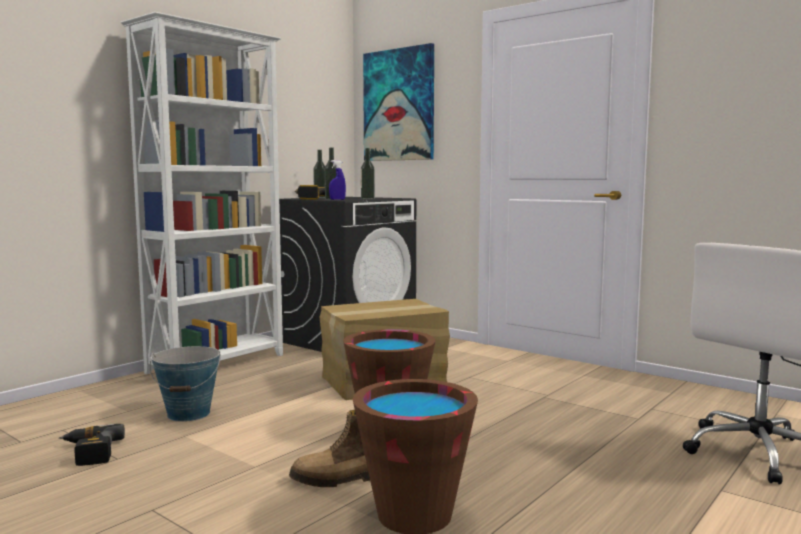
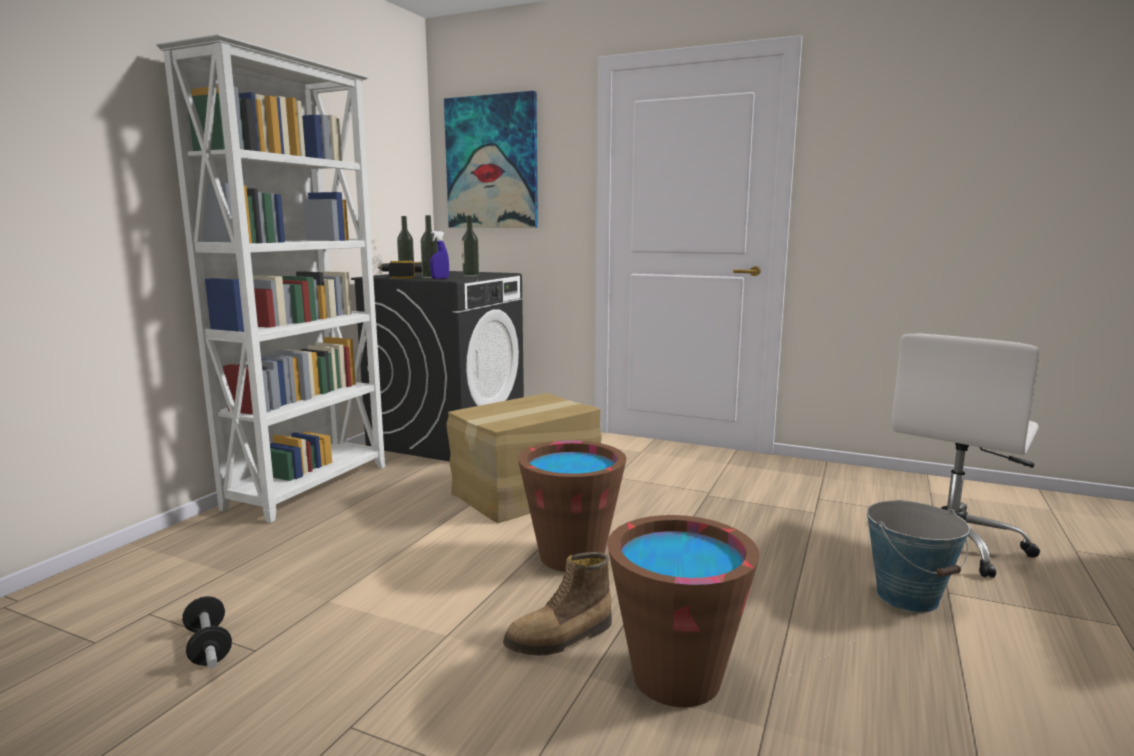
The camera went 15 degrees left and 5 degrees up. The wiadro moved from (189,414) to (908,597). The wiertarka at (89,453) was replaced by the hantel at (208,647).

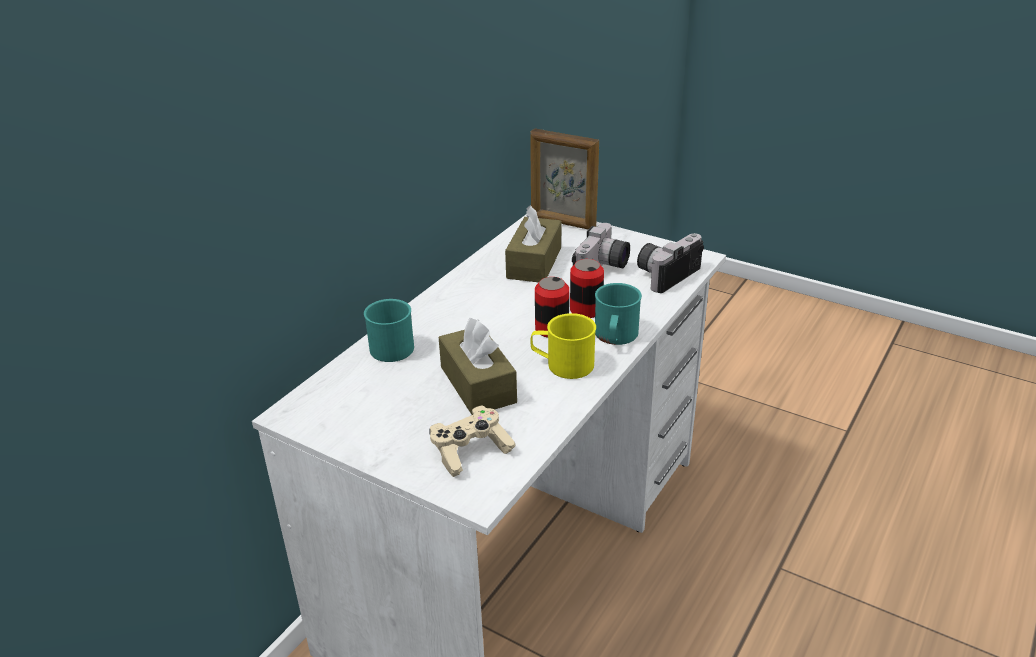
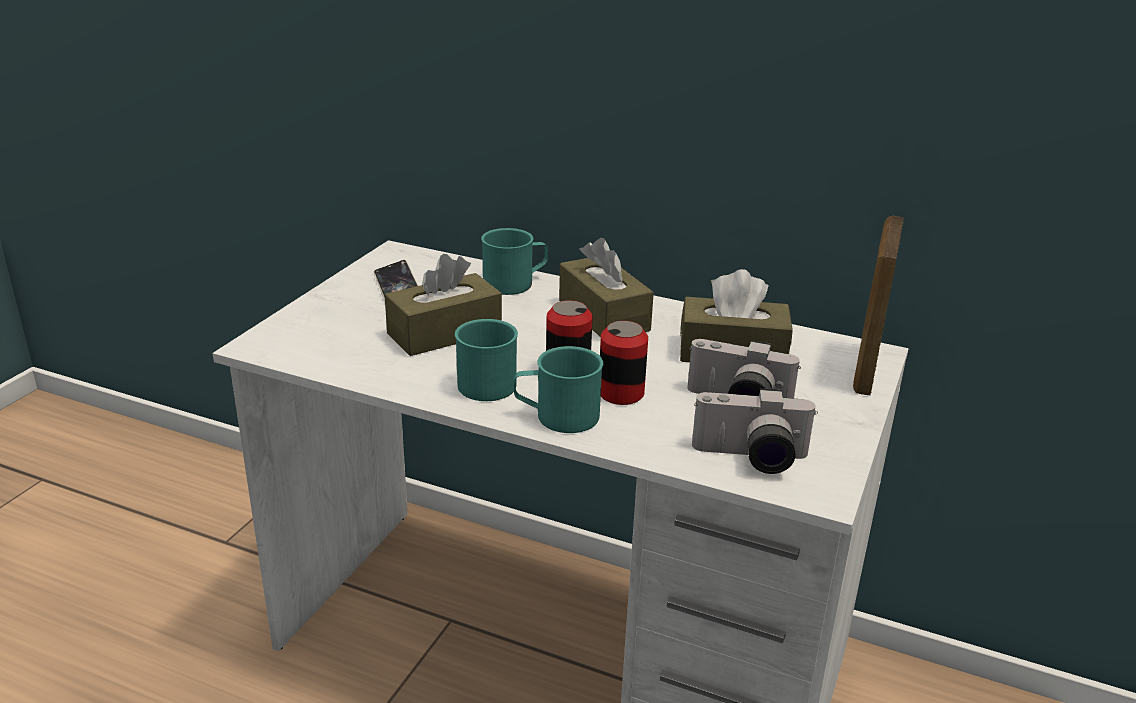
The camera went 80 degrees right and 5 degrees down. The aparat fotograficzny at (666,274) turned 150 degrees clockwise. The kubek/żółty at (562,364) became the kubek/turkusowy at (488,381). The pad do gier/beżowy at (470,451) disappeared. The pudełko chusteczek/brązowy at (603,315) appeared. The telefon at (396,286) appeared.

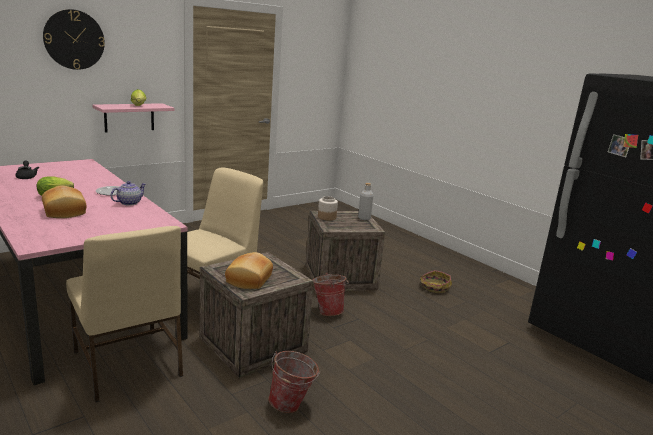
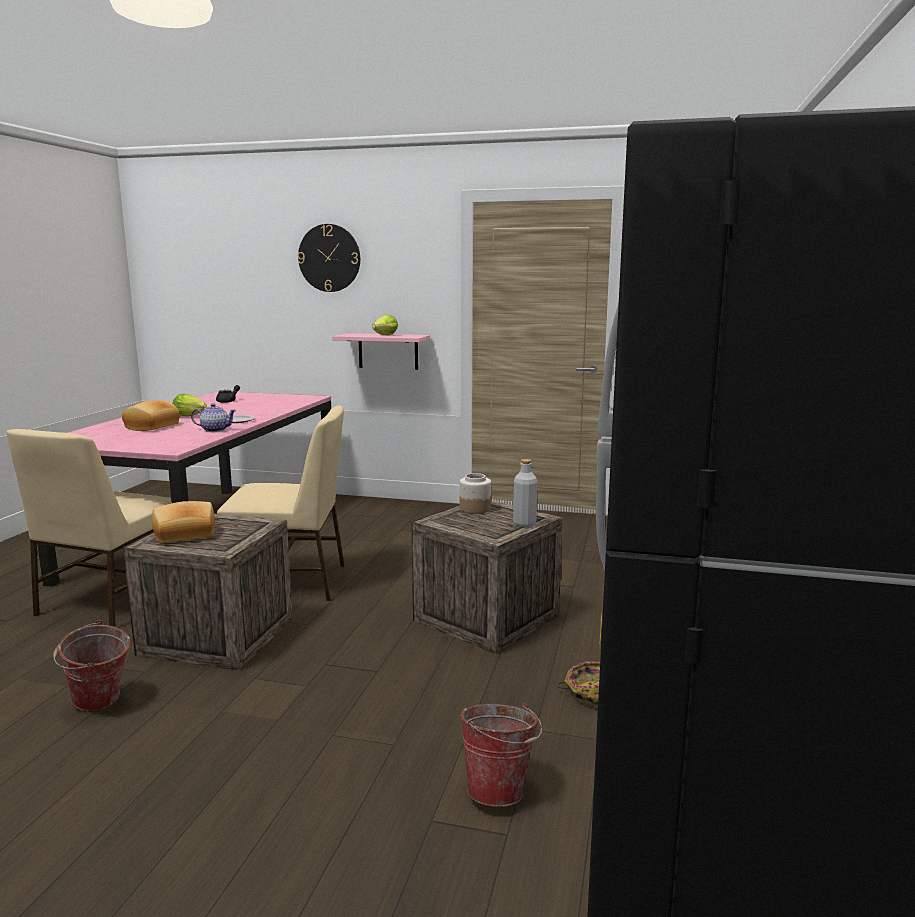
The camera went 55 degrees right and 5 degrees down. The wiadro moved from (328,311) to (499,790).

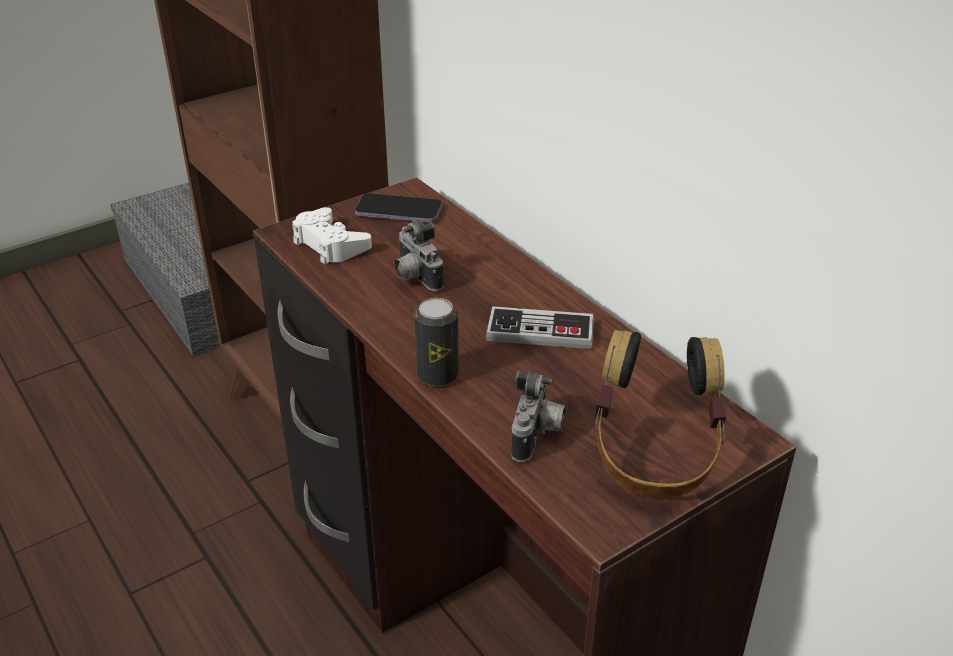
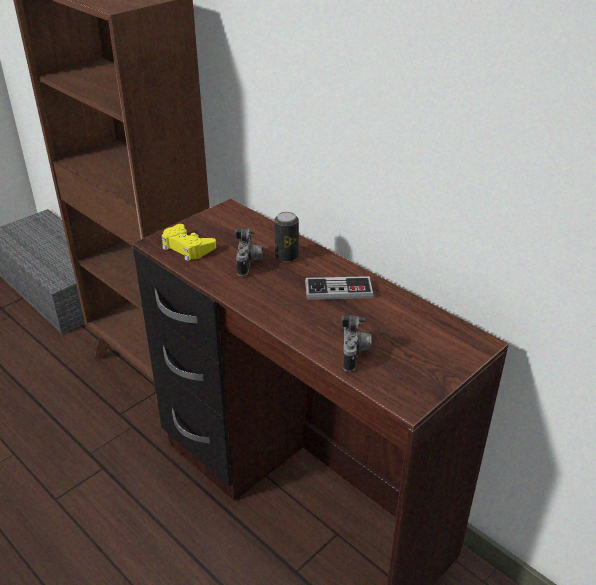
The camera went 10 degrees left and 0 degrees up. The telefon at (399,211) disappeared. The pad do gier/biały at (330,244) became the pad do gier/żółty at (187,247). The aparat fotograficzny at (415,277) turned 135 degrees counterclockwise. The puszka moved from (438,375) to (286,256). The słuchawki at (653,456) disappeared.

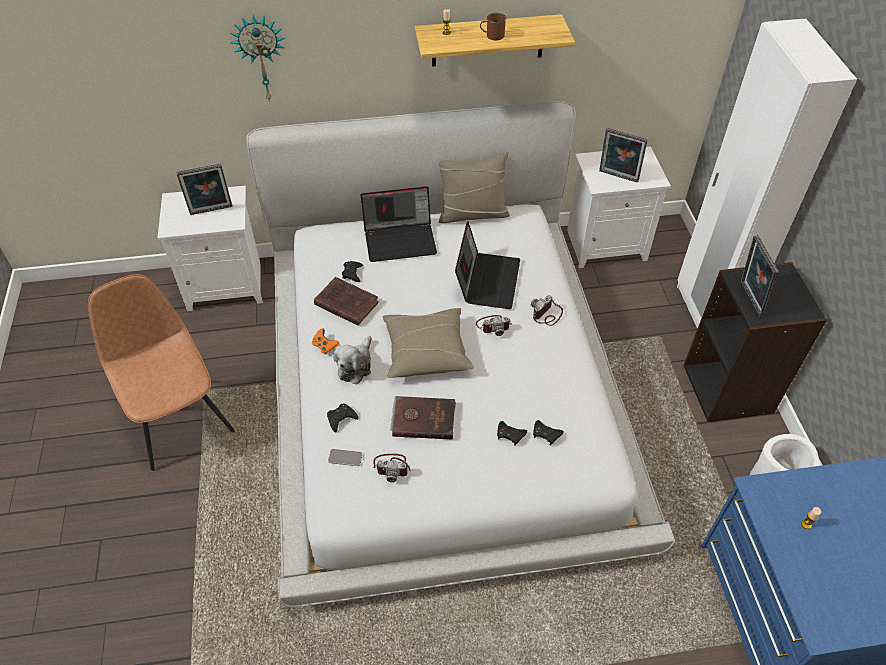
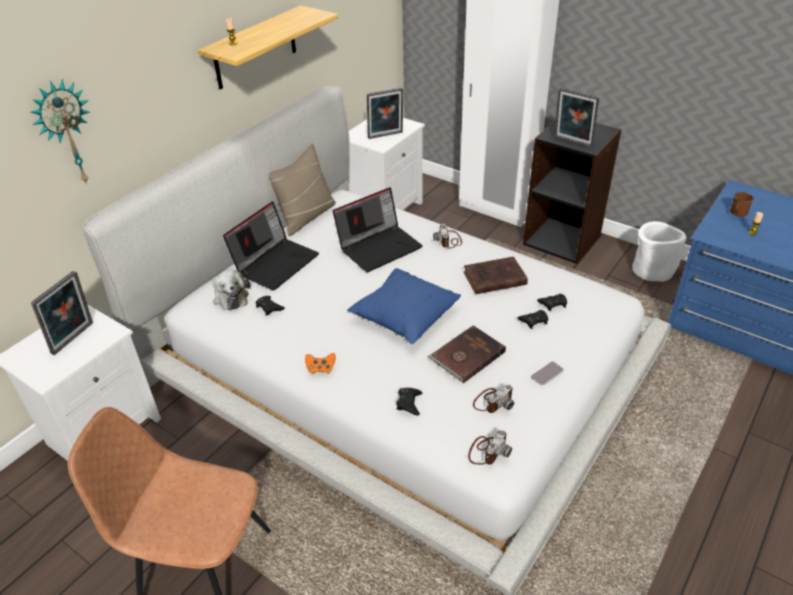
The camera went 45 degrees left and 10 degrees down. The kubek/brązowy moved from (492,36) to (737,213). The laptop at (487,280) turned 90 degrees clockwise. The książka/brązowy moved from (345,303) to (493,279). The poduszka/beżowy at (426,351) became the poduszka/niebieski at (404,315). The aparat fotograficzny moved from (493,325) to (487,451). The pluszak moved from (355,365) to (230,296). The telefon moved from (345,458) to (547,374).

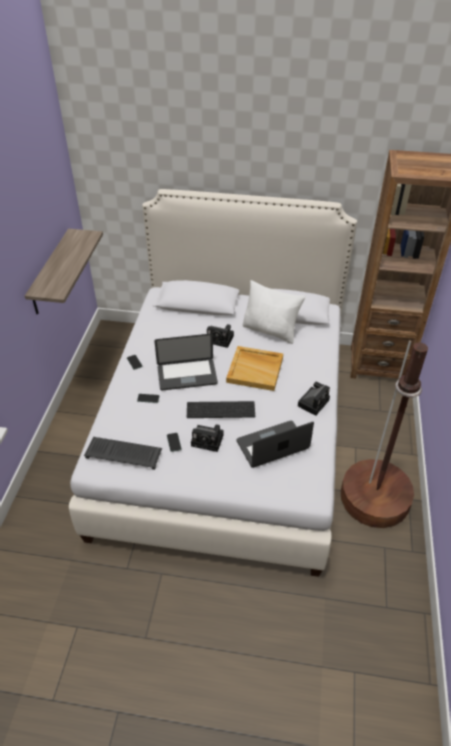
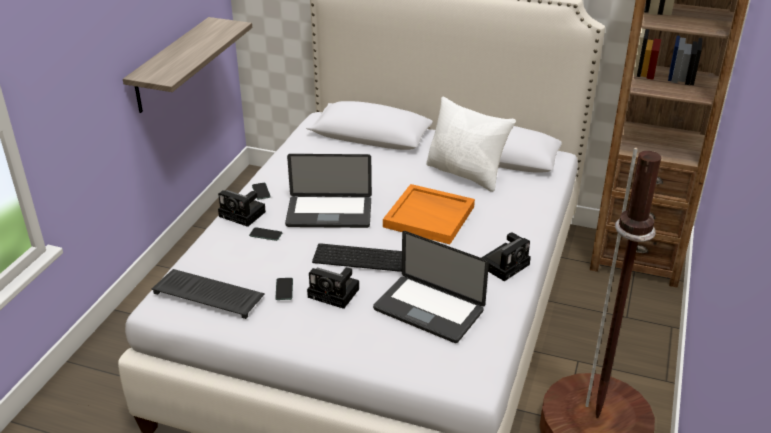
The camera went 10 degrees right and 10 degrees down. The aparat fotograficzny moved from (221,339) to (244,214). The taca/beżowy at (255,370) became the taca/pomarańczowy at (430,216). The laptop at (272,445) turned 135 degrees counterclockwise.

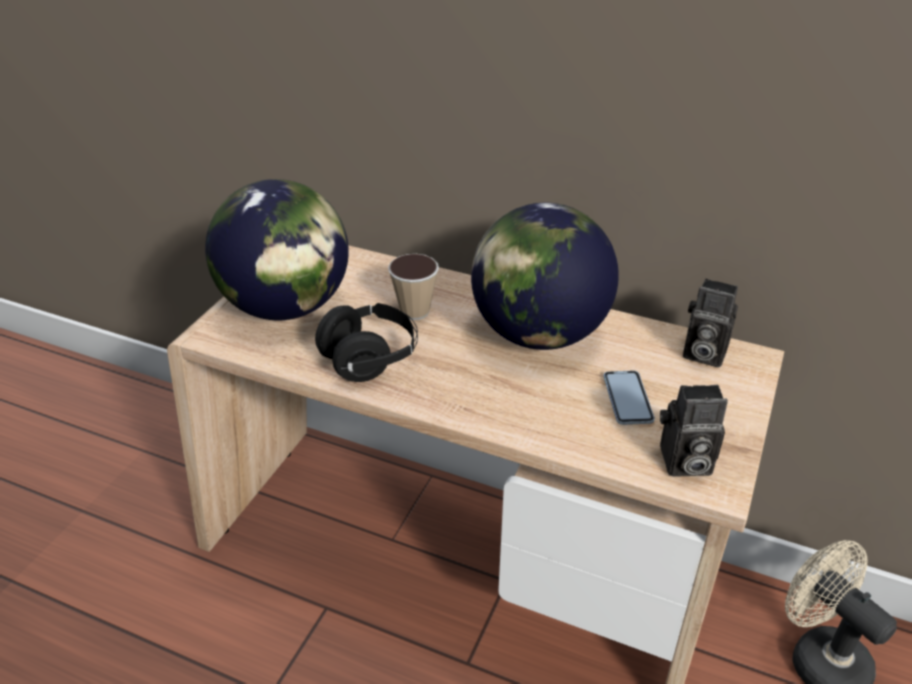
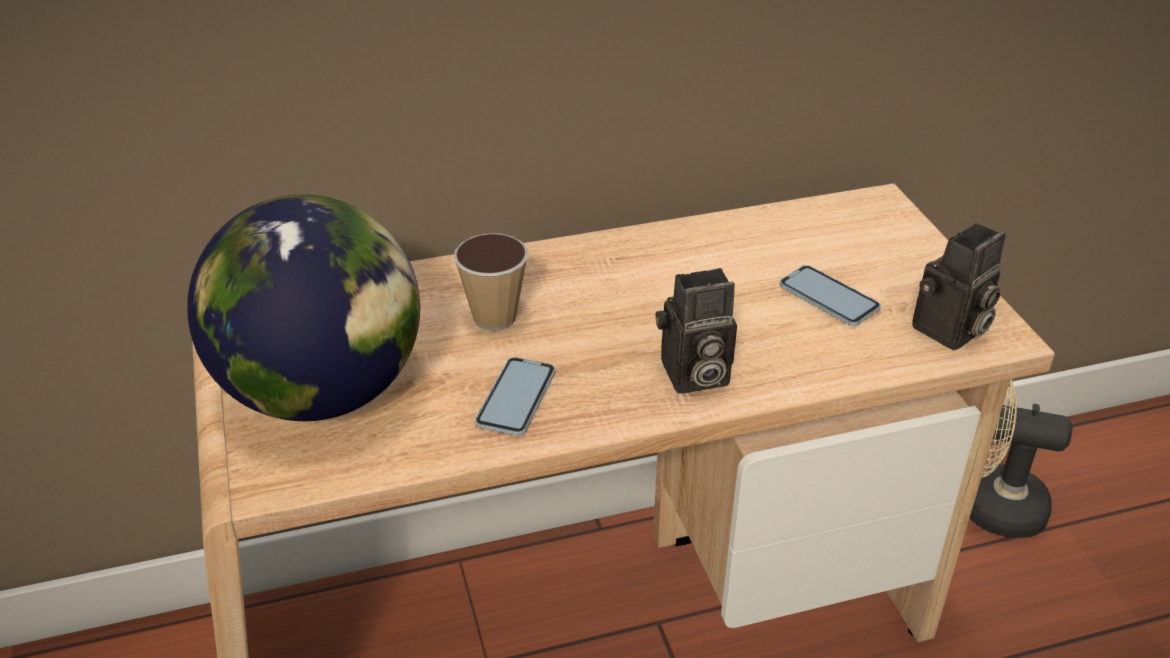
The camera went 40 degrees left and 0 degrees up. The globus at (538,334) disappeared. The aparat fotograficzny moved from (701,353) to (692,376). The słuchawki/czarny at (370,359) was replaced by the telefon at (516,398).

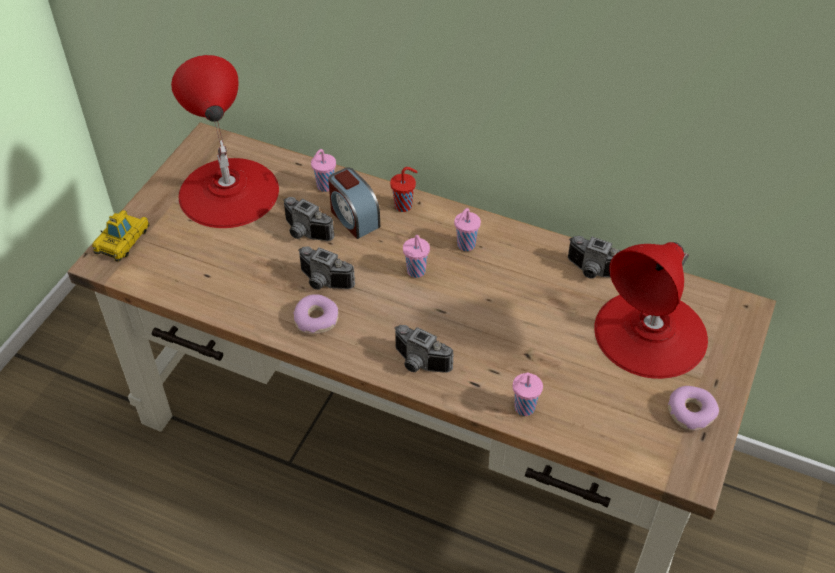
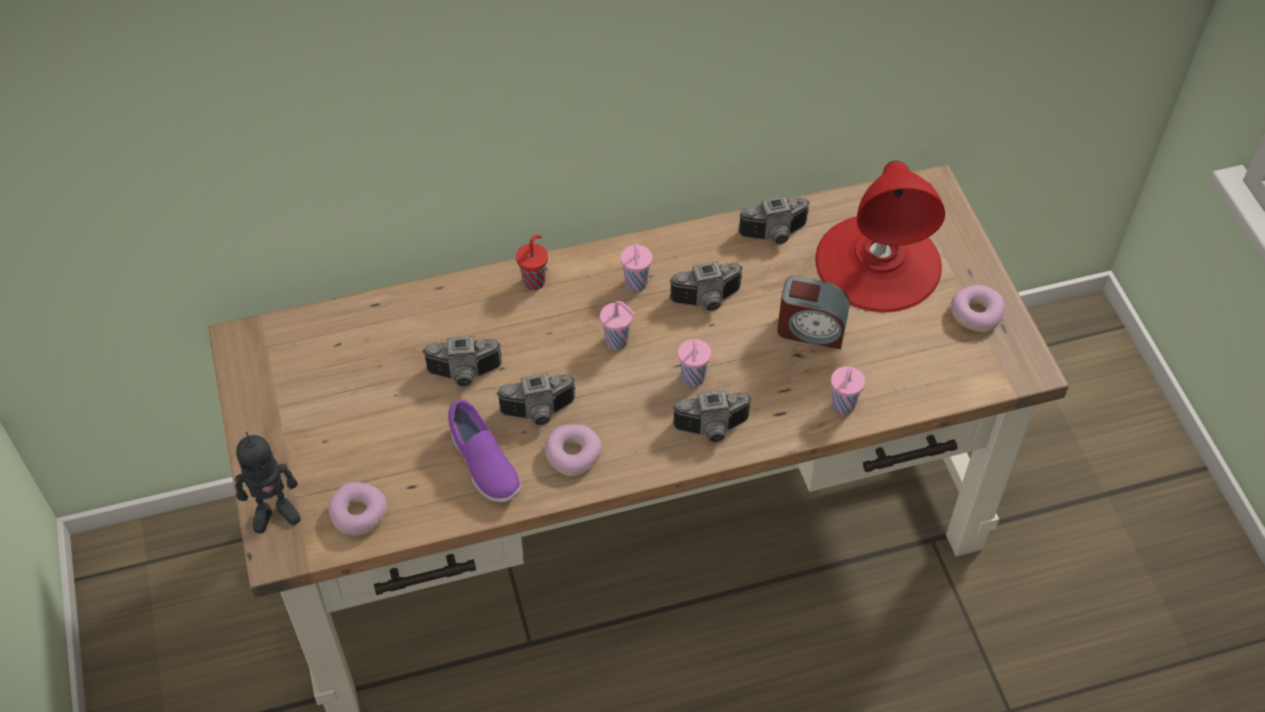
The camera went 40 degrees left and 5 degrees up. The lampa stołowa/czerwony at (228,192) disappeared. The filiżanka/różowy moved from (324,187) to (693,379). The budzik moved from (353,218) to (811,329). The samochodzik at (122,240) was replaced by the robot zabawkowy at (274,512). The aparat fotograficzny at (708,301) appeared. The but/fioletowy at (483,465) appeared. The donut at (358,514) appeared.

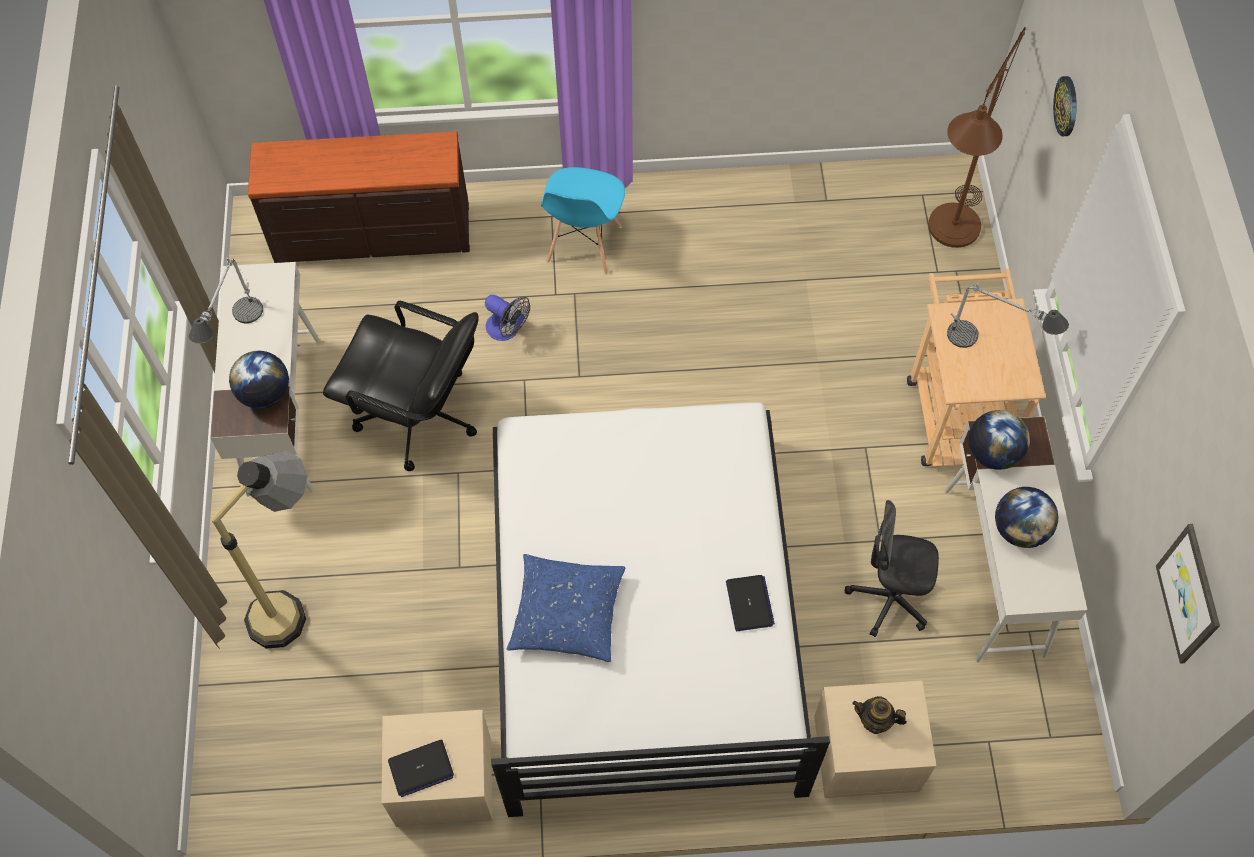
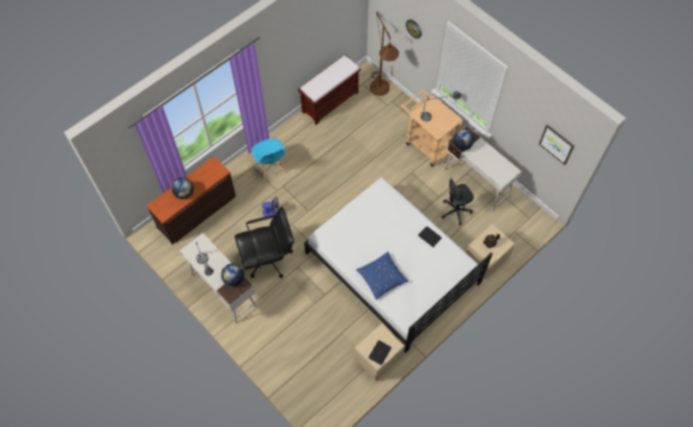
The camera went 40 degrees left and 0 degrees up. The lampa stojąca at (299,603) disappeared. The globus moved from (1019,529) to (184,193). The ławka/brązowy at (330,101) appeared.

